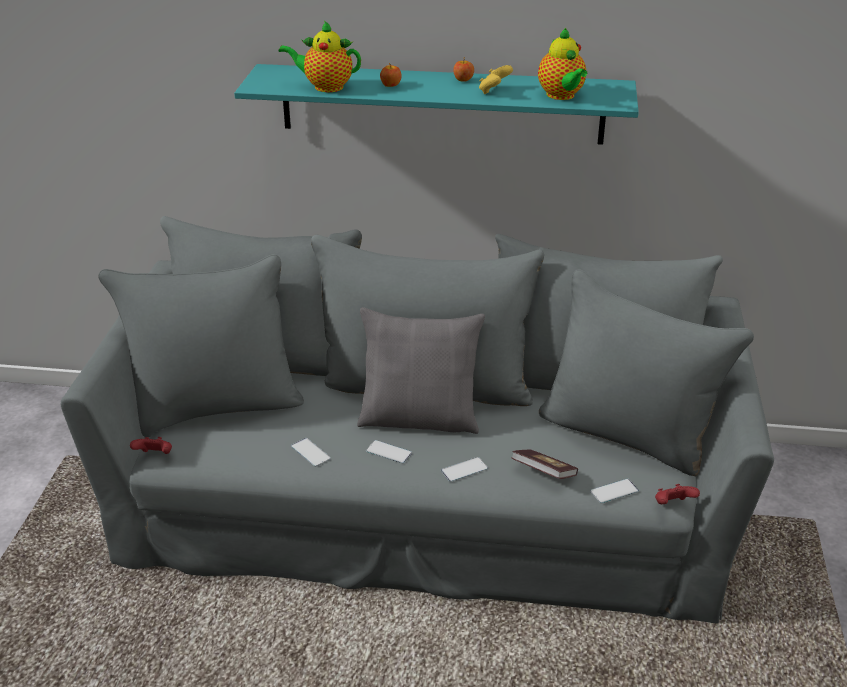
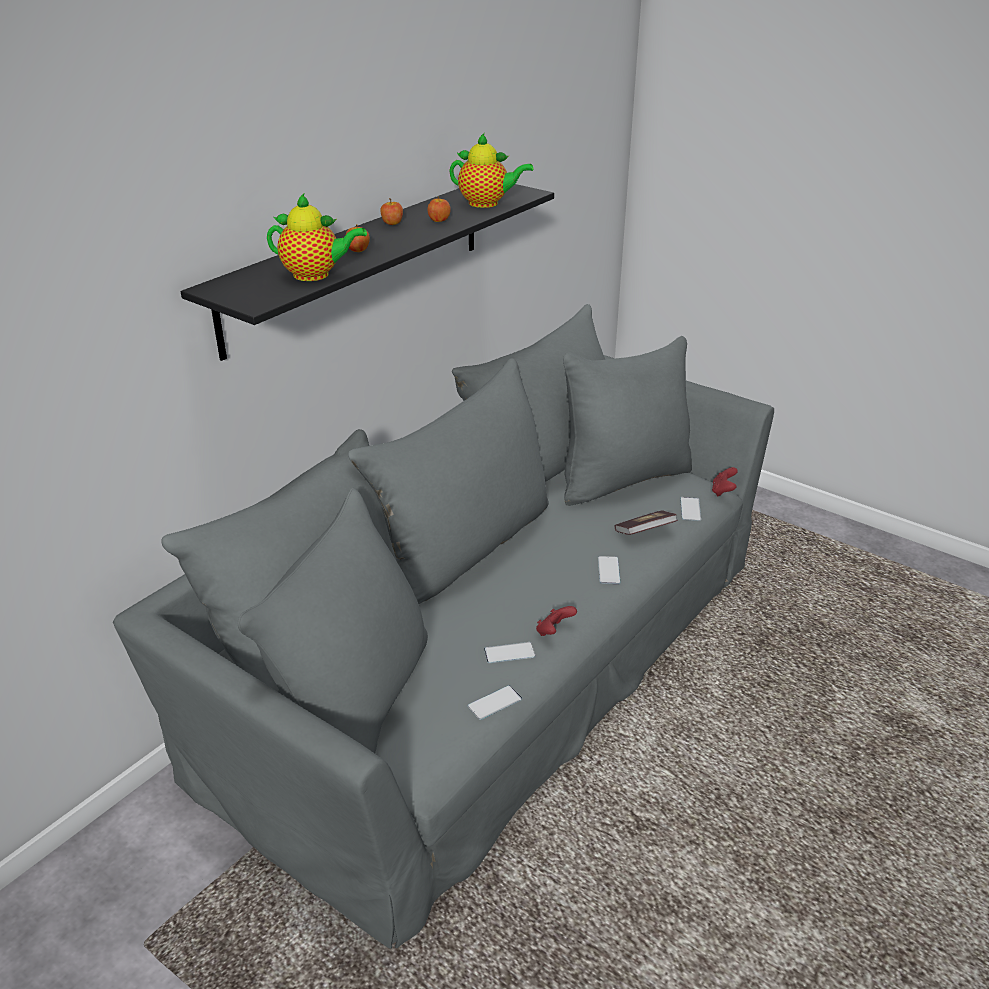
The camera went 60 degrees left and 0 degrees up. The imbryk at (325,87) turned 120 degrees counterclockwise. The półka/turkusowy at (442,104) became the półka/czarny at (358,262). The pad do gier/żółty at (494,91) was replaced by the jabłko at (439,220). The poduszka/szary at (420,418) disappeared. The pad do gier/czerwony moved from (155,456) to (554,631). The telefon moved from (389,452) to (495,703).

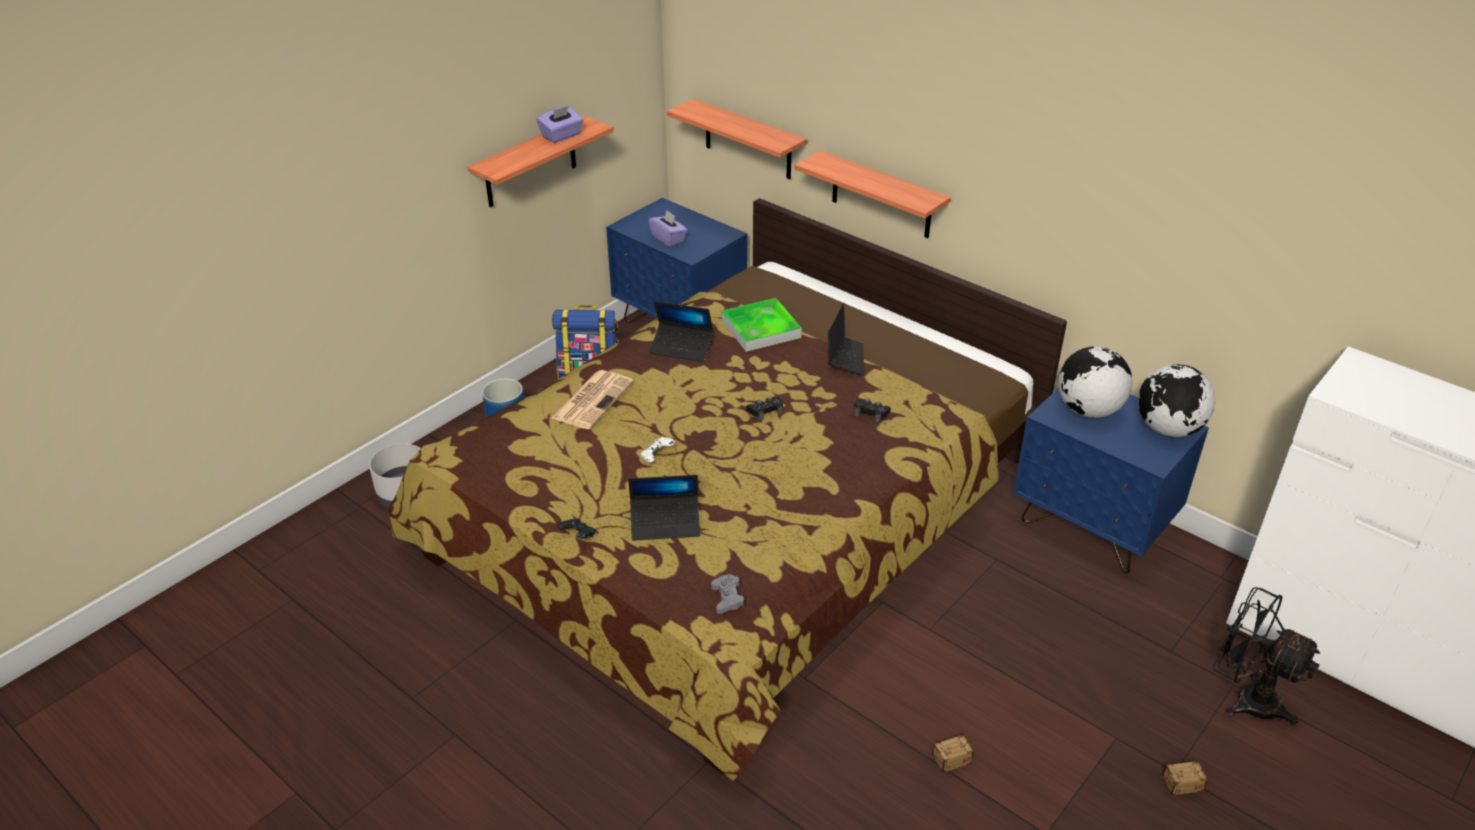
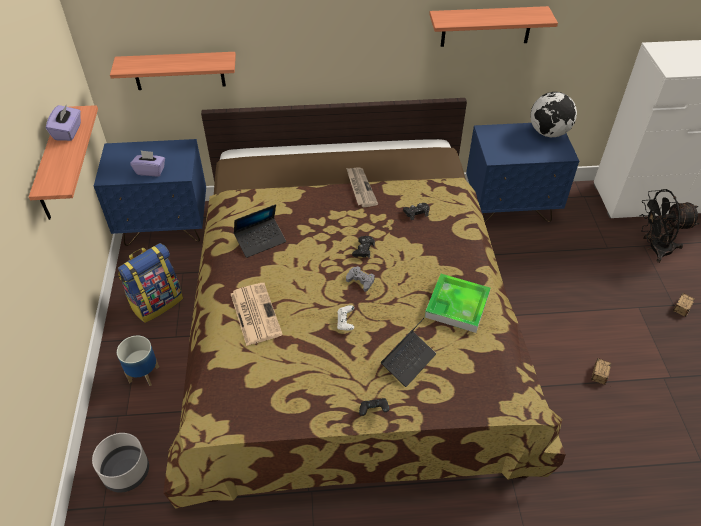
The camera went 45 degrees left and 10 degrees up. The półka moved from (881,196) to (486,26). The taca moved from (761,329) to (457,305). The laptop at (845,359) was replaced by the gazeta at (360,188). The globus at (1088,410) disappeared. The pad do gier/szary moved from (727,598) to (360,281).

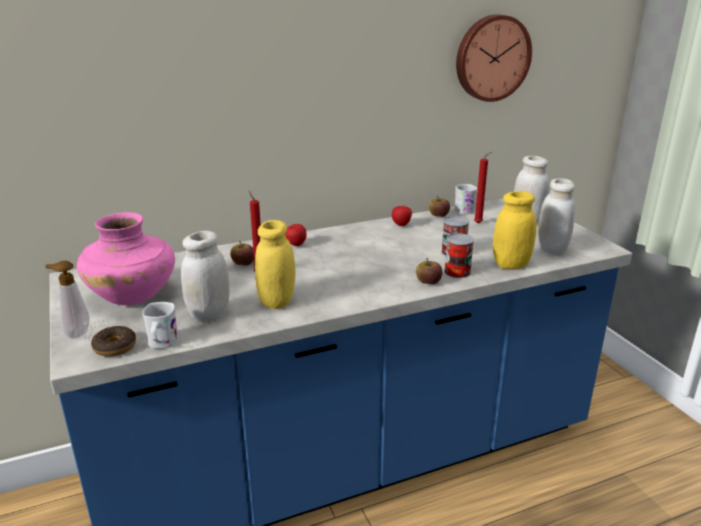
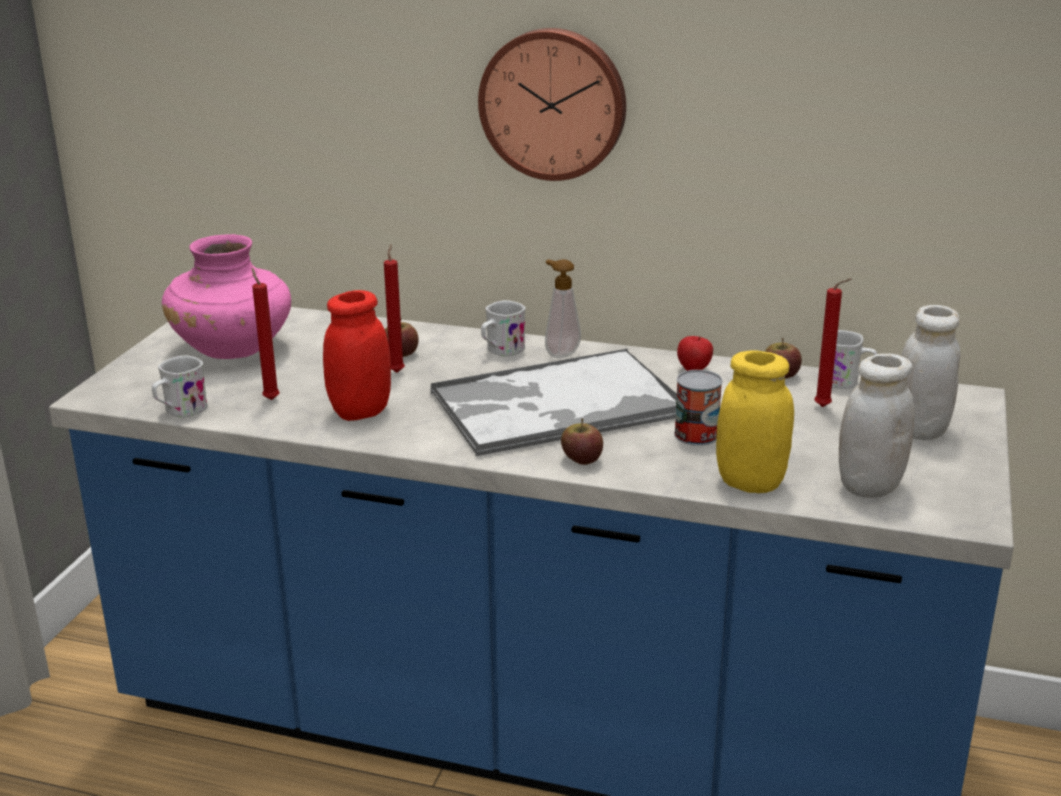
The camera went 40 degrees right and 0 degrees up. The zegar ścienny moved from (491,58) to (554,103). The słoik/żółty at (277,301) became the słoik/czerwony at (361,411). The jabłko at (296,245) was replaced by the kubek/biały at (501,351). The słoik/biały at (209,314) was replaced by the świeca/czerwony at (270,399). The puszka at (457,272) disappeared. The dozownik mydła moved from (75,333) to (560,353). The donut at (115,347) disappeared. The taca at (555,405) appeared.

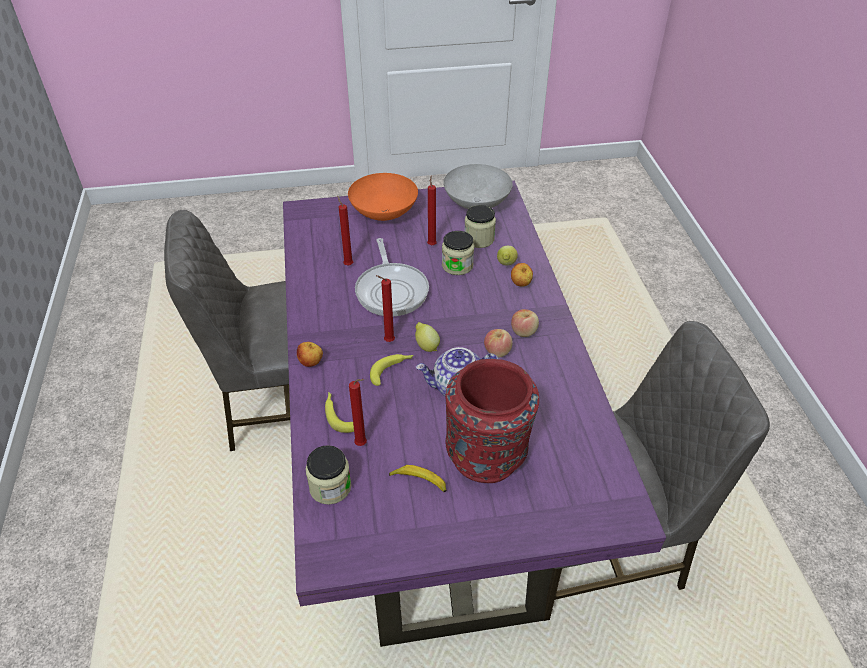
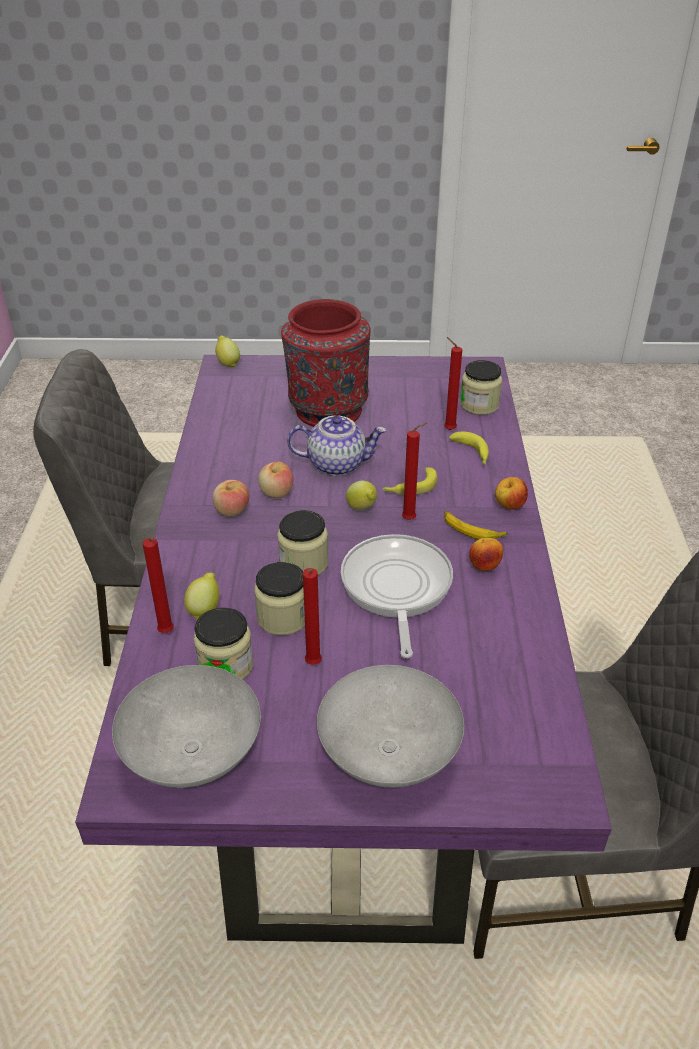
The camera went 170 degrees left and 5 degrees down. The miska/pomarańczowy at (385,213) became the miska/szary at (386,755). The świeca/czerwony moved from (348,264) to (166,634). The jabłko moved from (520,284) to (484,566). The banan moved from (419,482) to (472,530). The cytryna at (228,363) appeared. The słoik at (303,563) appeared.

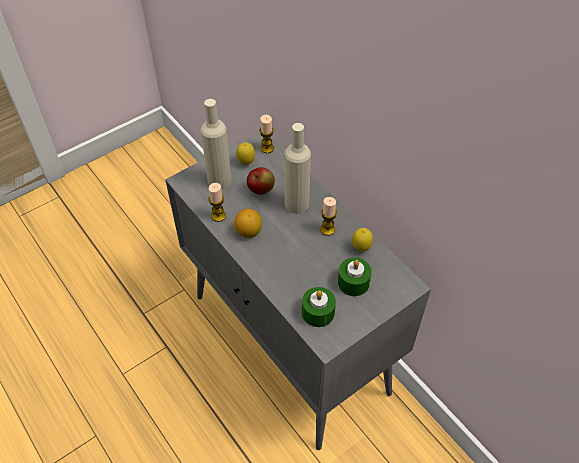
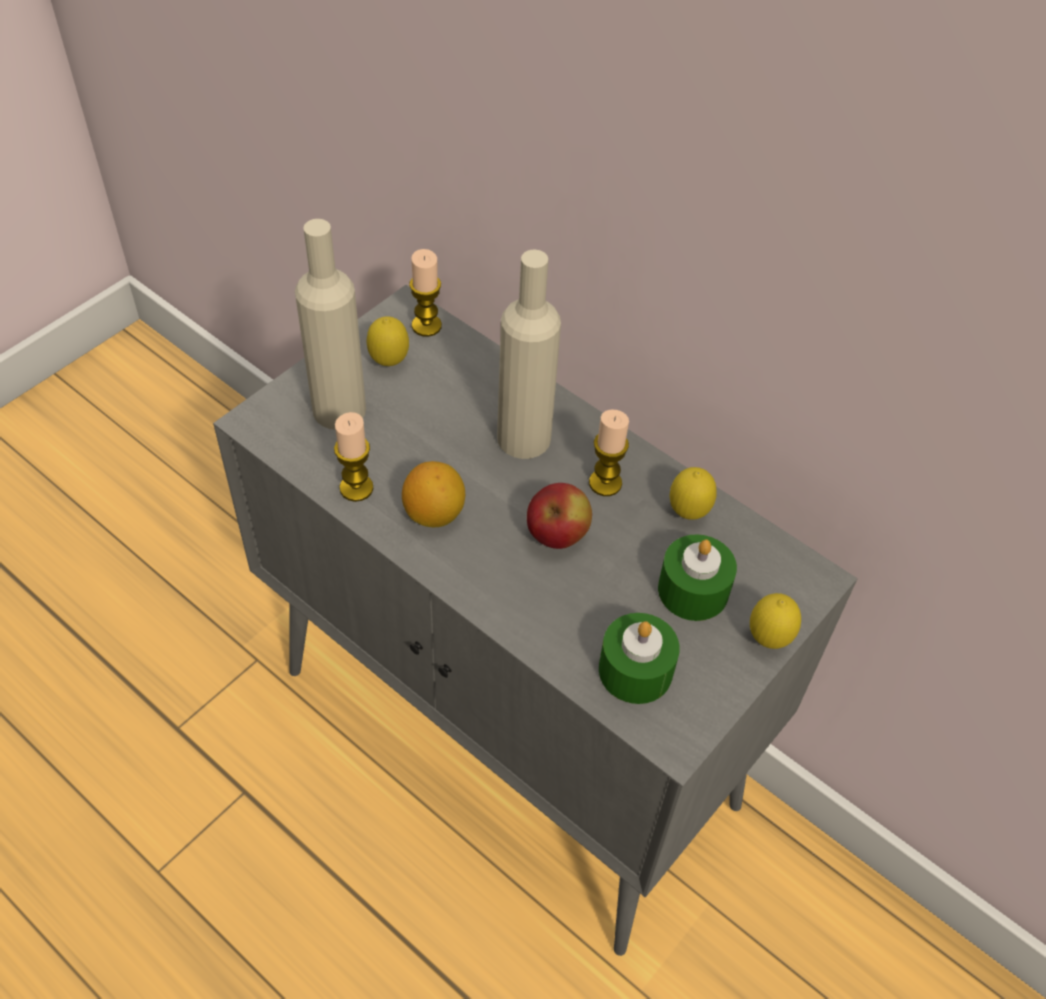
The camera went 15 degrees left and 0 degrees up. The jabłko moved from (261,190) to (557,535). The cytryna at (768,640) appeared.

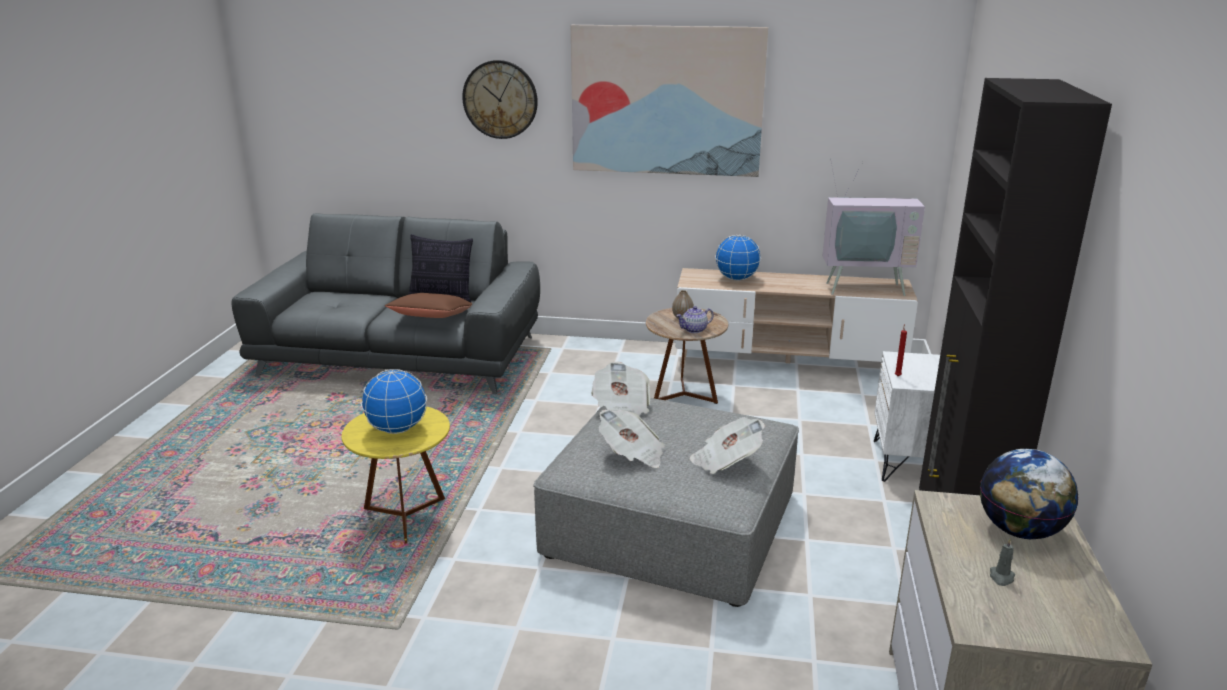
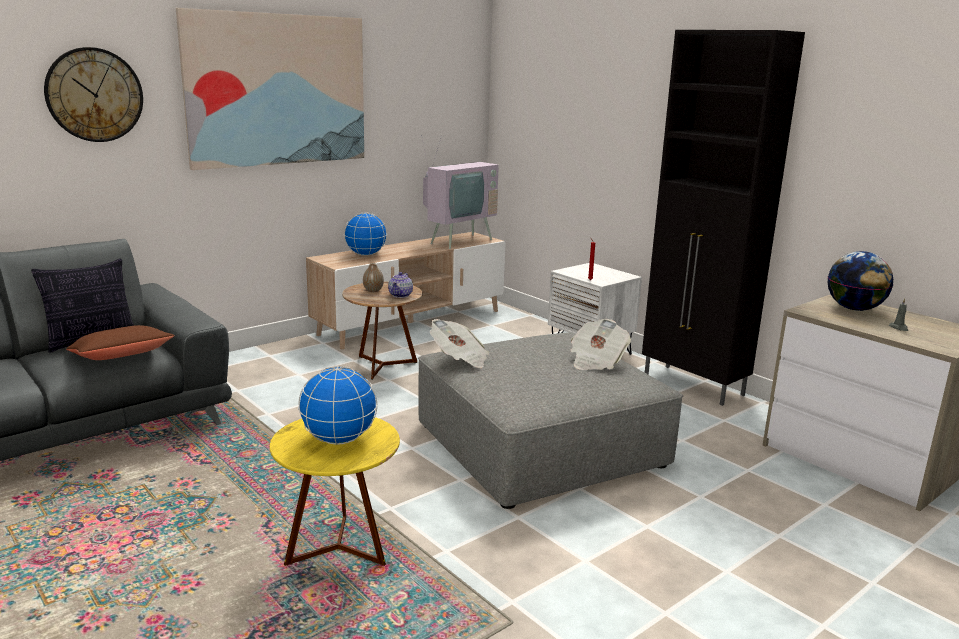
The camera went 50 degrees left and 5 degrees down. The gazeta at (632,454) disappeared.

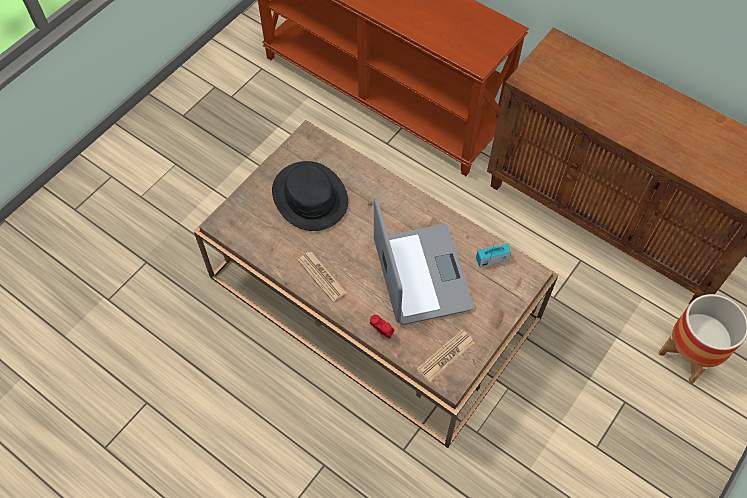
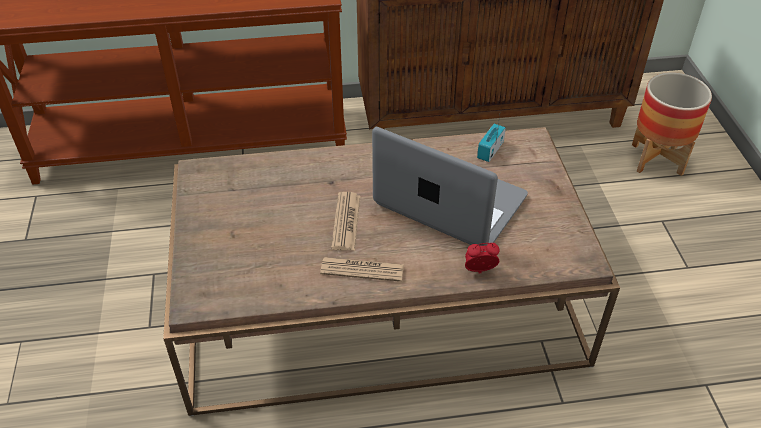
The camera went 45 degrees left and 15 degrees down. The kapelusz/czarny at (309,197) disappeared. The gazeta moved from (446,356) to (346,222).

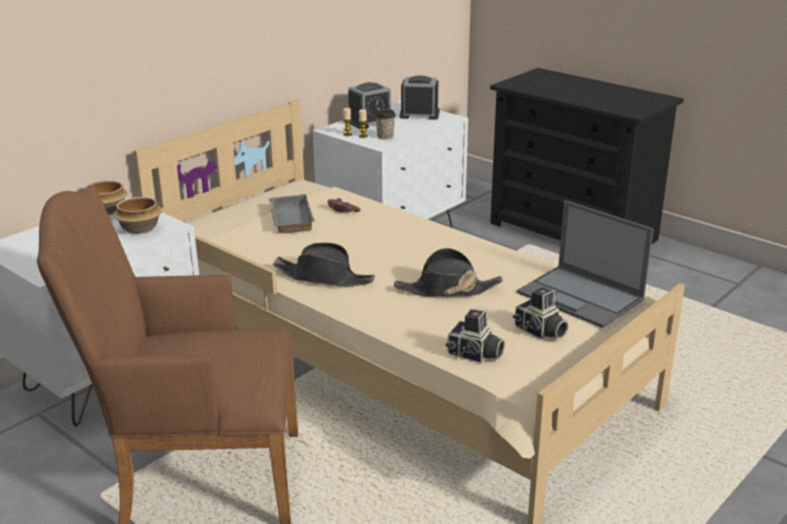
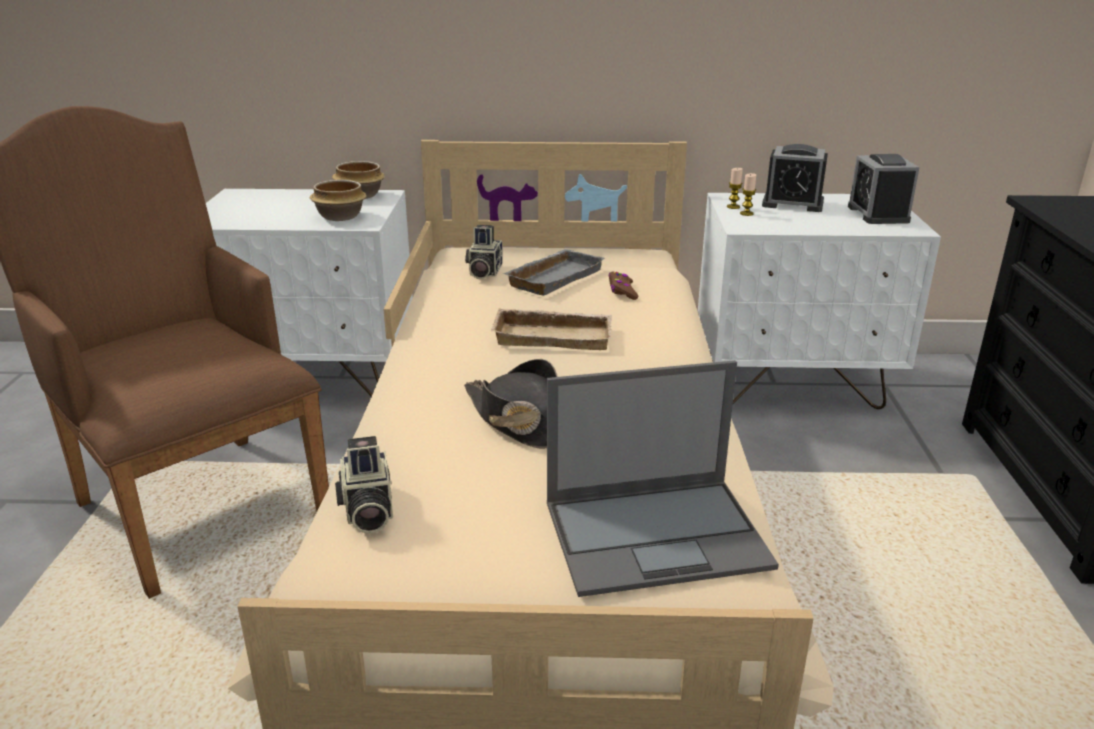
The camera went 50 degrees right and 0 degrees up. The budzik at (419,114) turned 150 degrees counterclockwise. The filiżanka at (385,136) disappeared. The laptop at (581,296) turned 105 degrees counterclockwise. The kapelusz/czarny at (324,277) disappeared. The aparat fotograficzny moved from (540,331) to (483,272). The taca/beżowy at (554,336) appeared.

